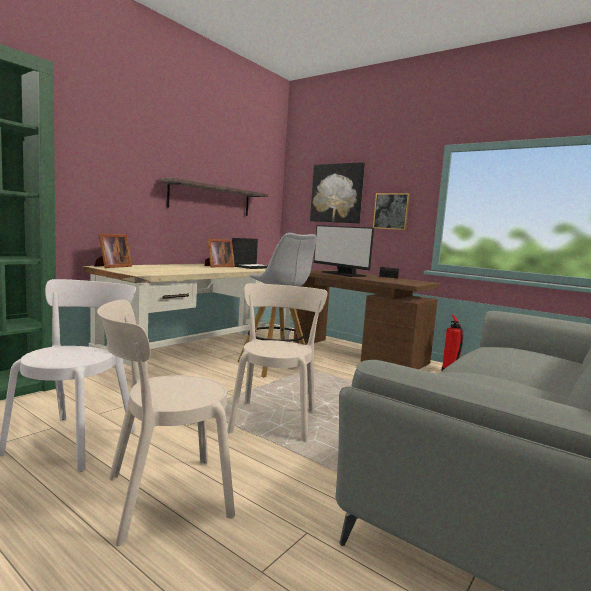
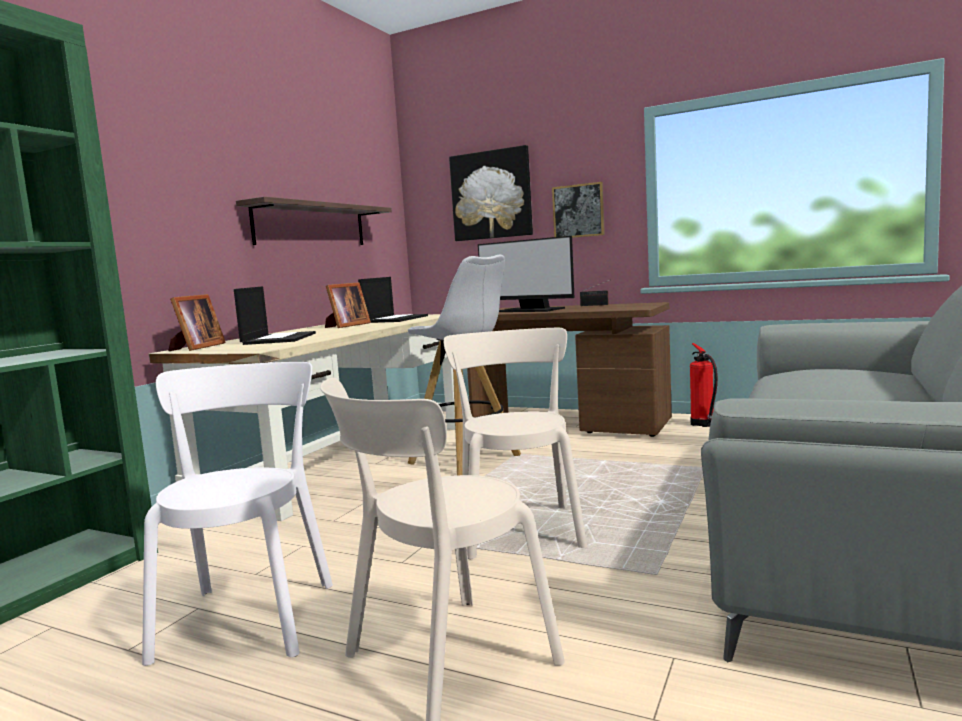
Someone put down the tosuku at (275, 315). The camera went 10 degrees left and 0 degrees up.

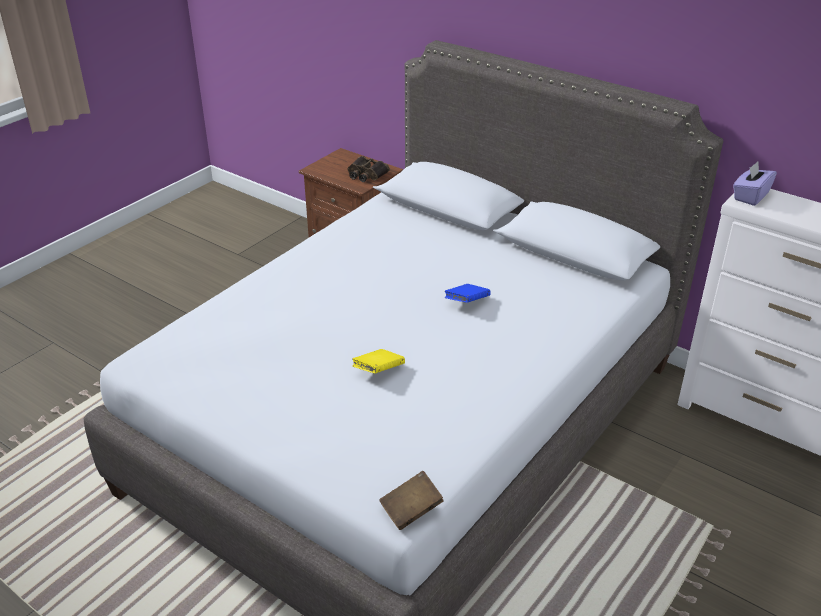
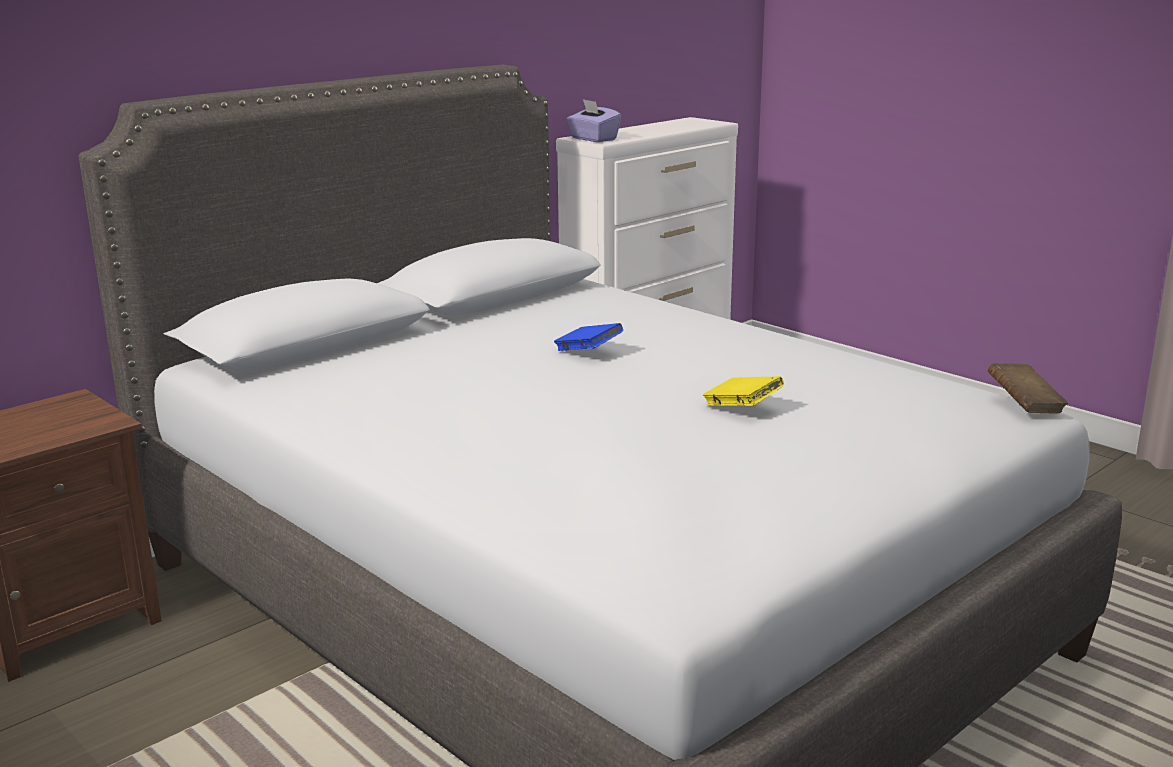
Someone took away the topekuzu at (369, 169). The camera went 80 degrees left and 15 degrees down.

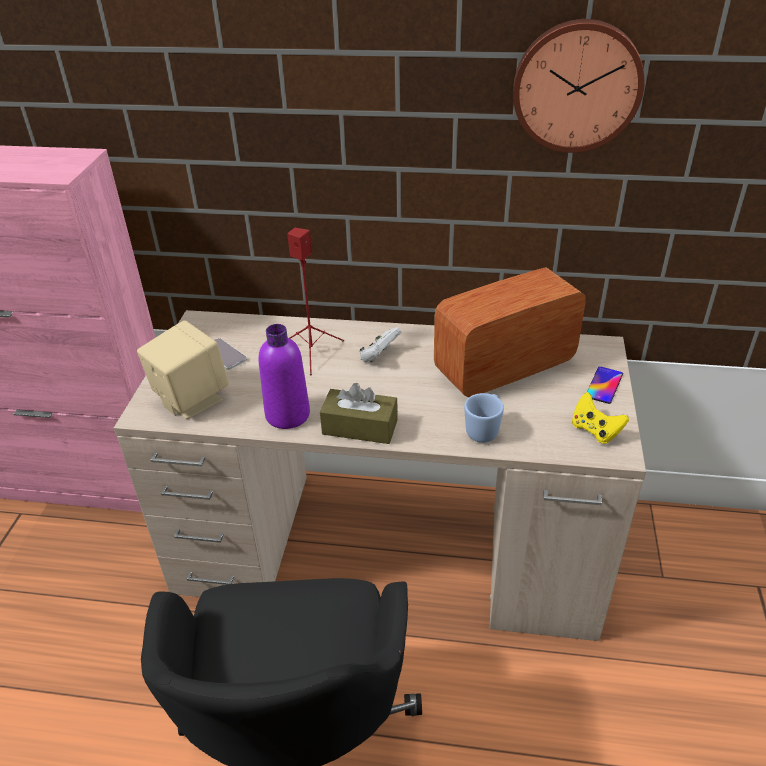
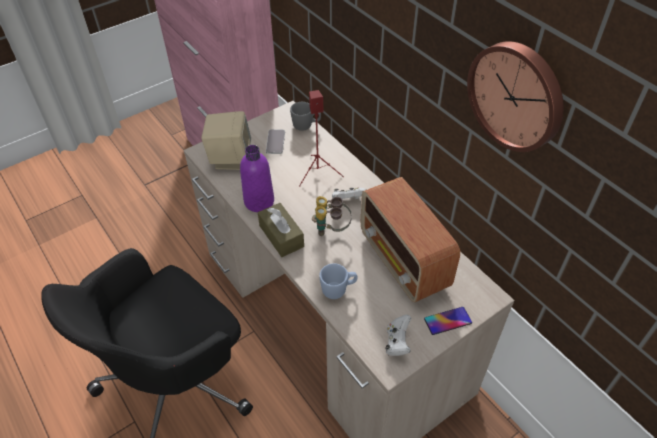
Someone rotated the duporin at (510, 332) by 135 degrees counterclockwise. Someone repainted the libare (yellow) at (600, 418), which became the libare (white) at (398, 335). Someone put down the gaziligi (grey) at (305, 116). Someone put down the topekuzu at (332, 216). The camera went 45 degrees right and 10 degrees up.

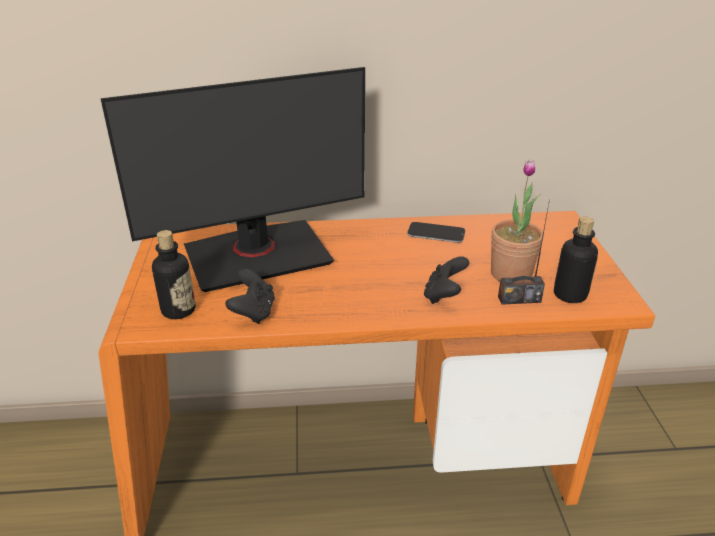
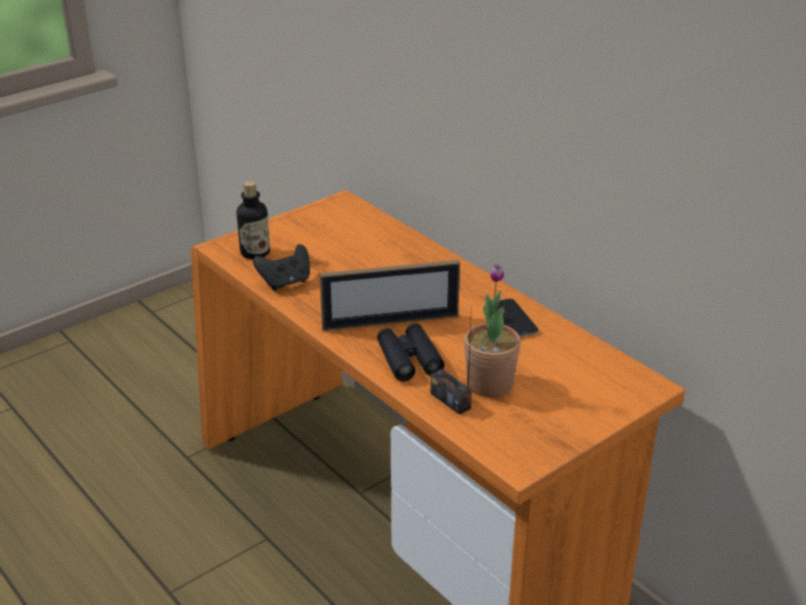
Someone took away the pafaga at (232, 179). Someone swapped the libare (black) at (446, 280) for the topekuzu (black) at (411, 352). Someone took away the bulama at (576, 260). Someone put down the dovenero at (389, 295). The camera went 55 degrees right and 0 degrees up.

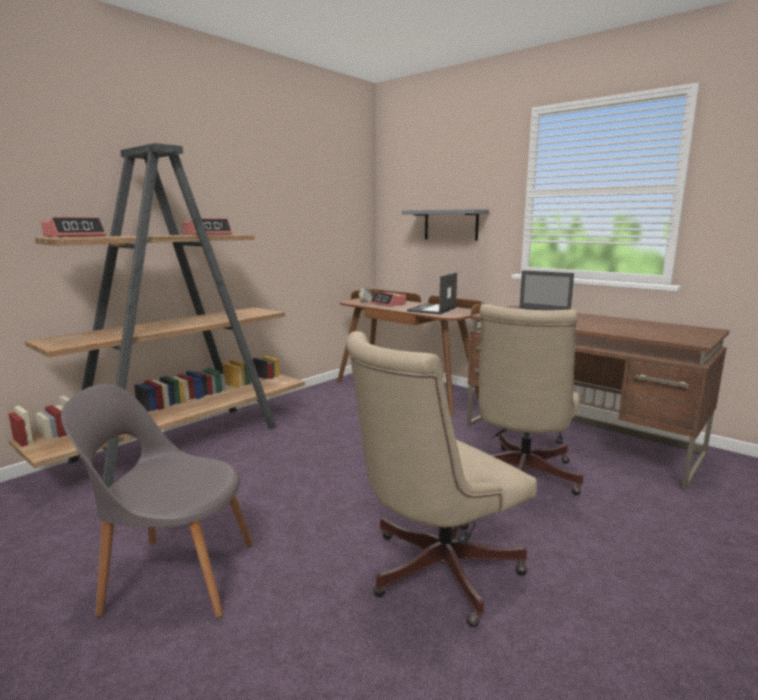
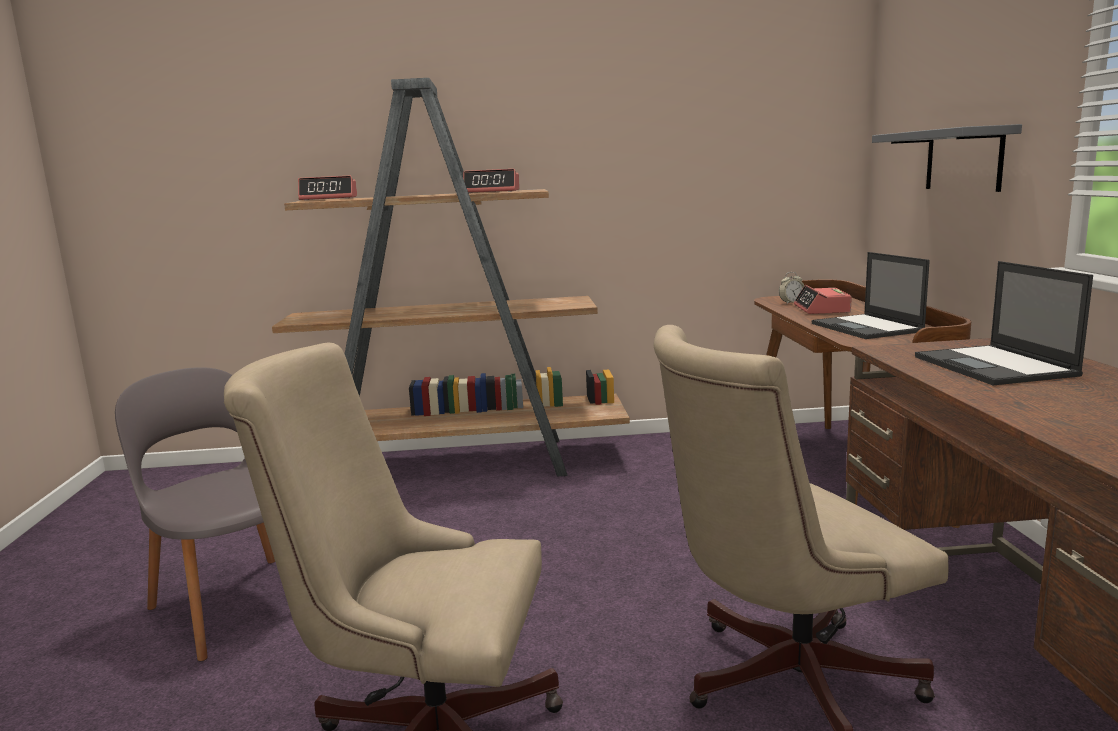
Someone rotated the tosuku at (432, 293) by 90 degrees counterclockwise. The camera went 45 degrees right and 0 degrees up.

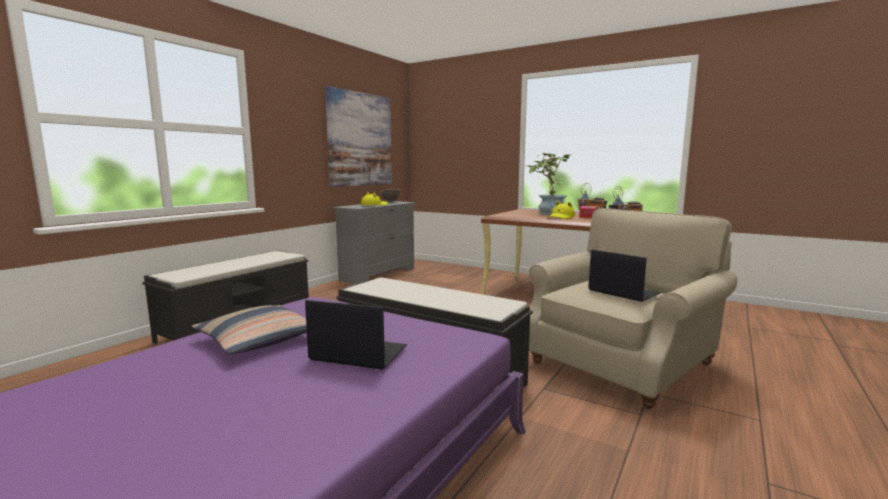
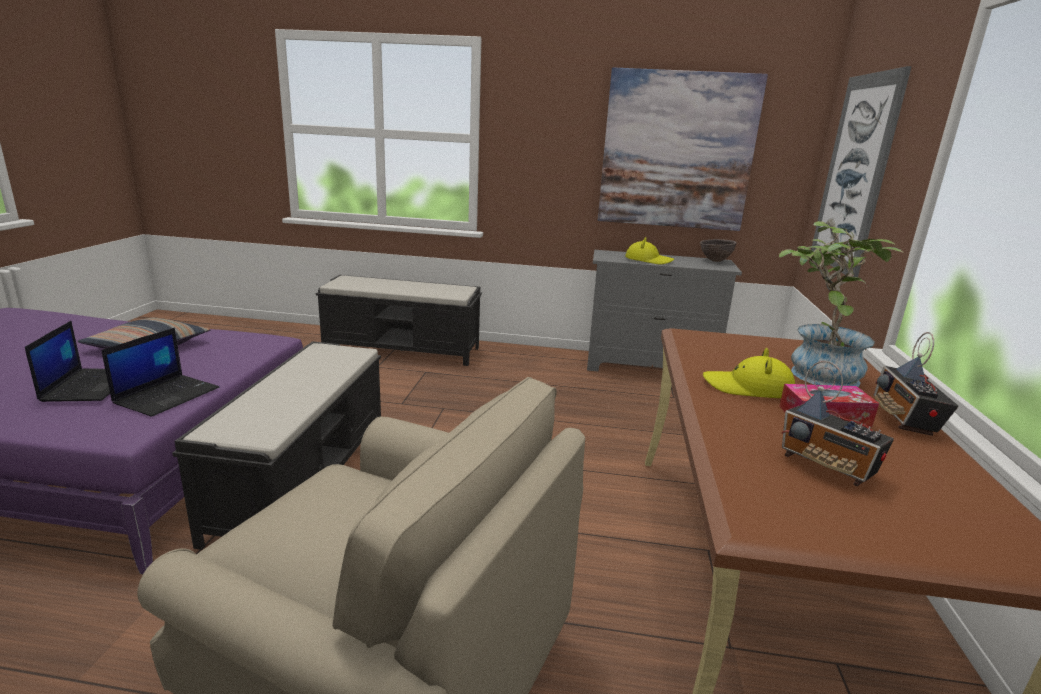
Someone carried the tosuku from (624, 275) to (160, 372). Someone put up the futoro at (861, 171). The camera went 65 degrees right and 10 degrees up.

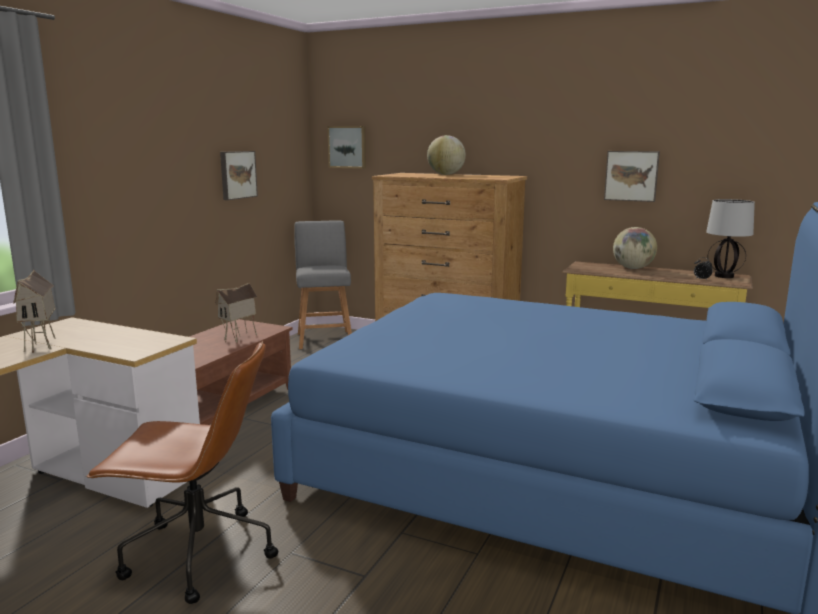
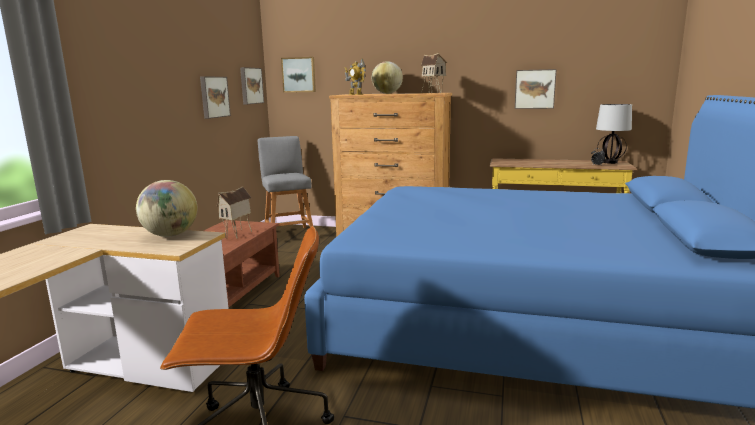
Someone carried the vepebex from (34, 311) to (434, 73). Someone carried the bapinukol from (635, 248) to (167, 208). Someone put up the futoro at (252, 85). Someone put down the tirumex at (355, 76). The camera went 10 degrees left and 0 degrees up.

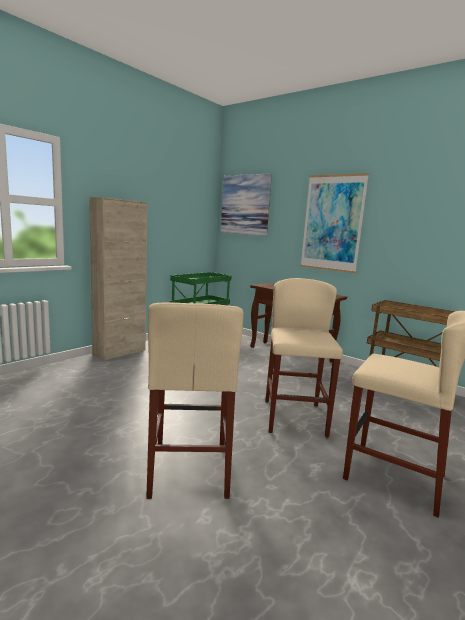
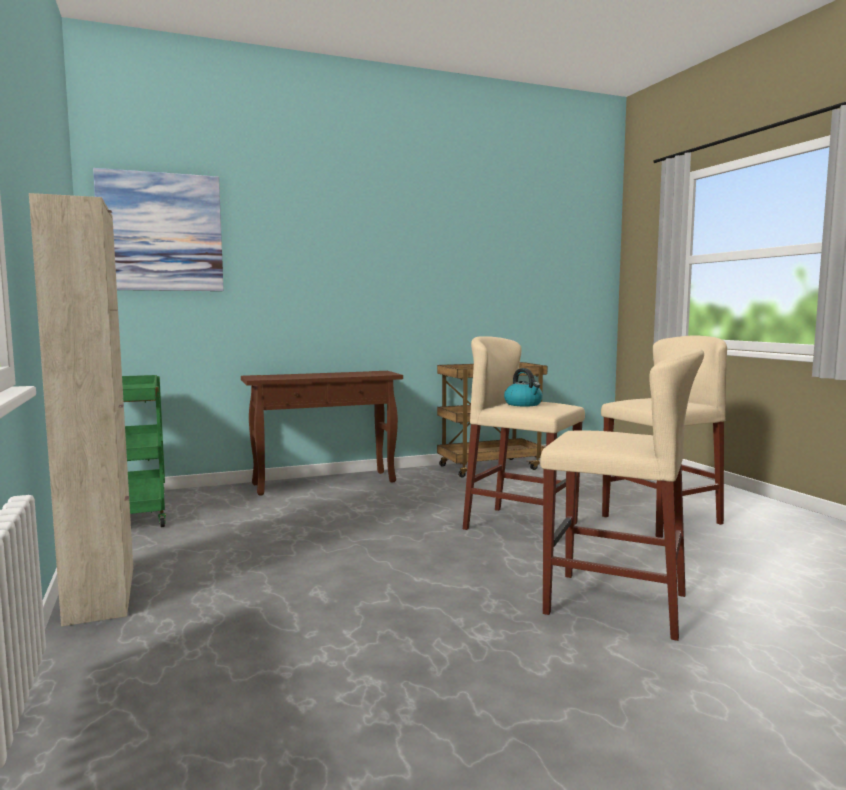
Someone took away the futoro at (334, 223). Someone put down the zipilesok at (523, 387). The camera went 60 degrees left and 5 degrees down.

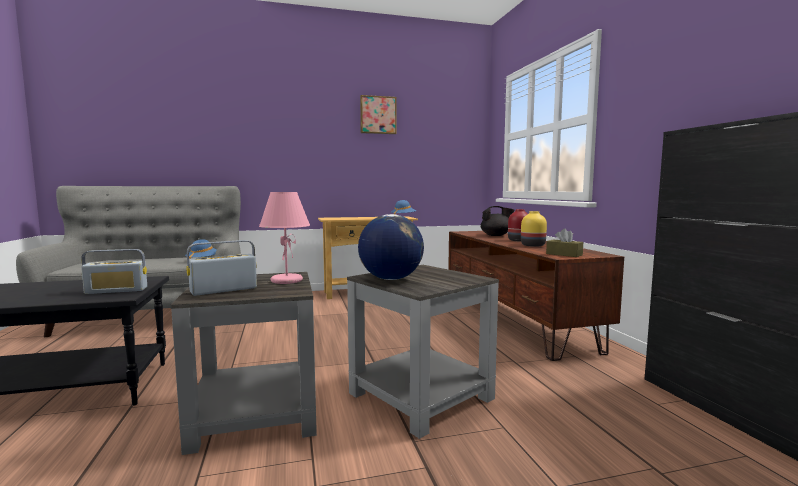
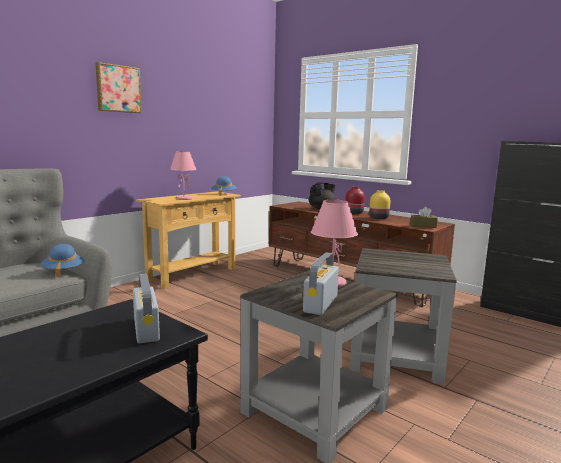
Someone rotated the duporin at (114, 271) by 60 degrees counterclockwise. Someone took away the bapinukol at (391, 247). Someone carried the futoro from (378, 114) to (118, 87). Someone put down the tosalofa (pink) at (183, 175). The camera went 35 degrees left and 5 degrees up.

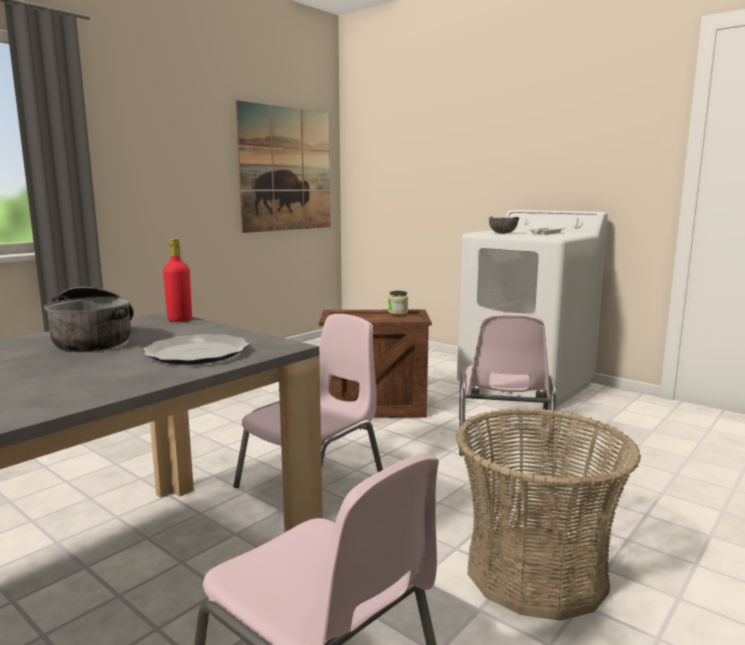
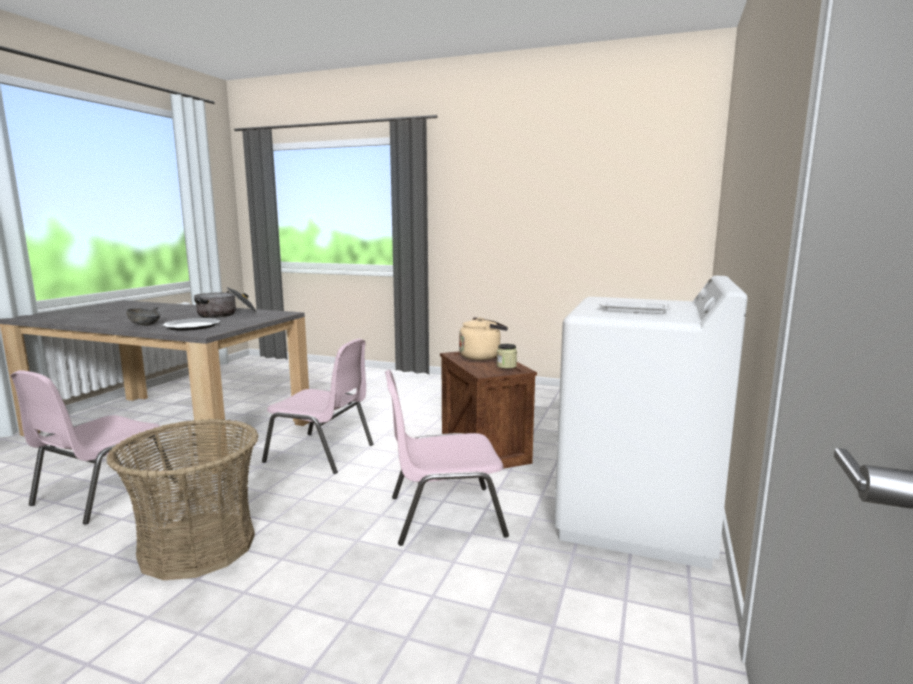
Someone took away the bulama (red) at (177, 280). Someone took away the futoro at (283, 166). Someone carried the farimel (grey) from (504, 225) to (143, 316). Someone put down the zipilesok (beige) at (483, 338). The camera went 70 degrees right and 0 degrees up.

